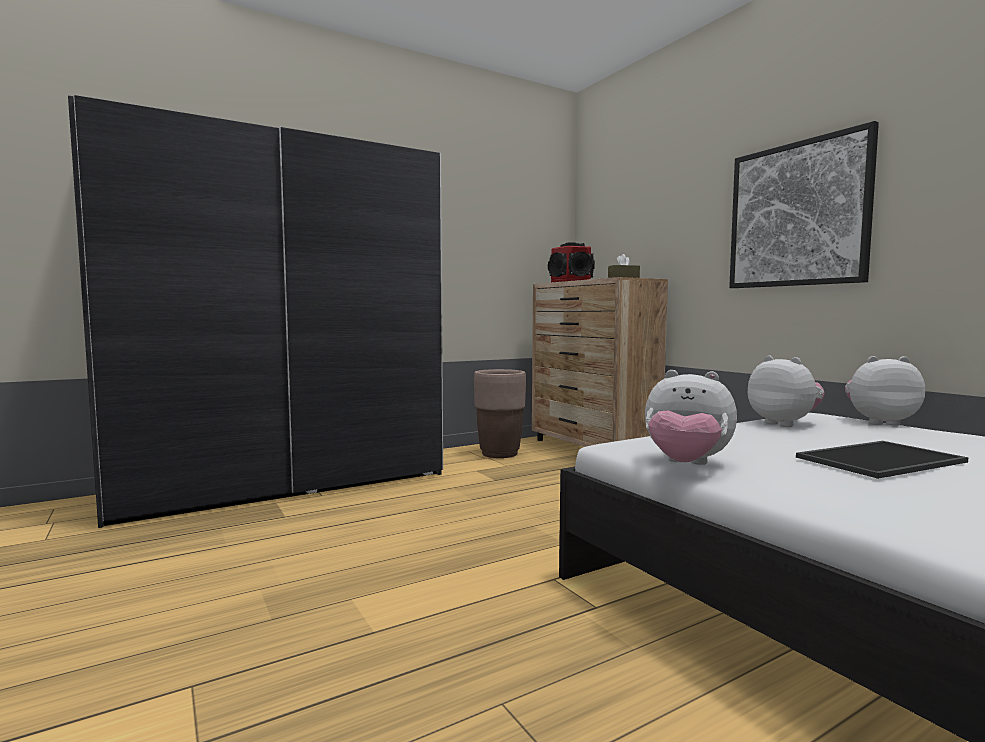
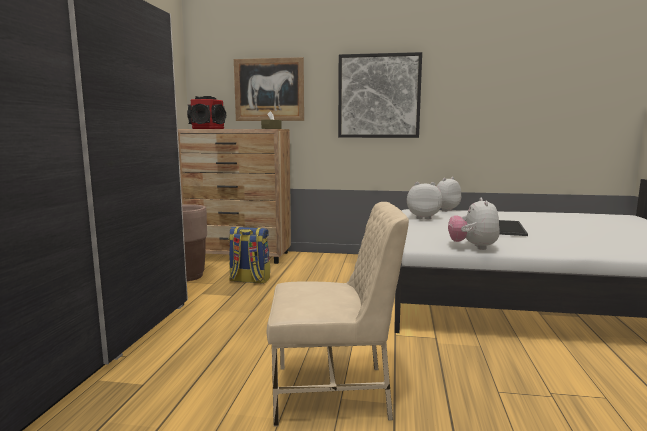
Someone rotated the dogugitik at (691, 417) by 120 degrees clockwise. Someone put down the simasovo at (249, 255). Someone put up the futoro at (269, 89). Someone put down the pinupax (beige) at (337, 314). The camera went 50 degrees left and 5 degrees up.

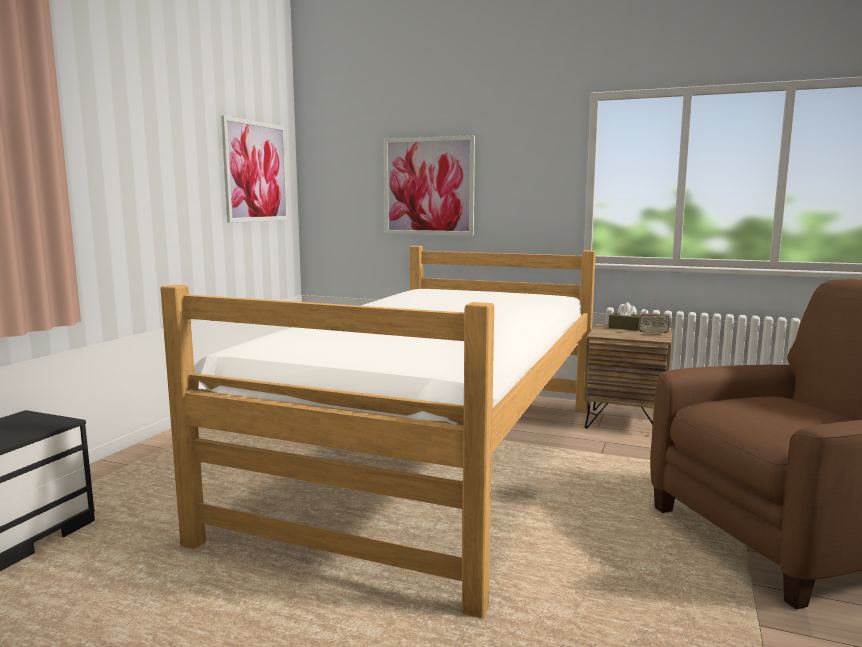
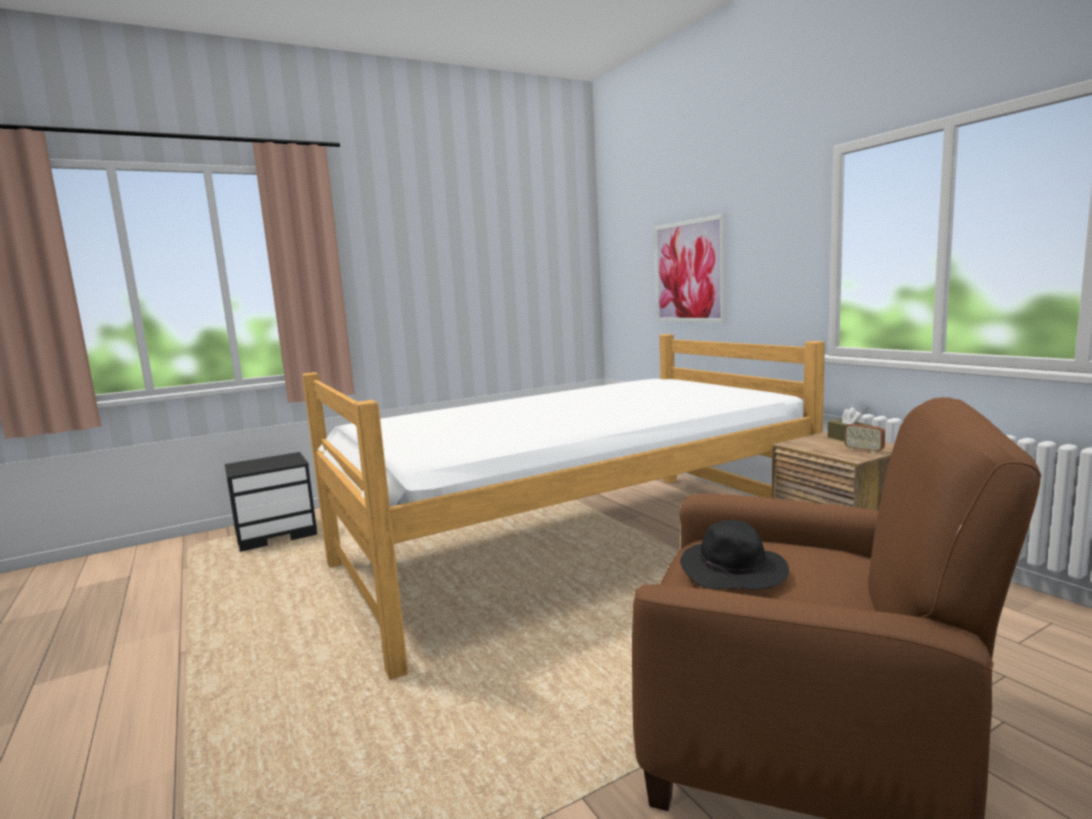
Someone took away the futoro at (254, 169). Someone put down the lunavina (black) at (734, 555). The camera went 40 degrees right and 0 degrees up.

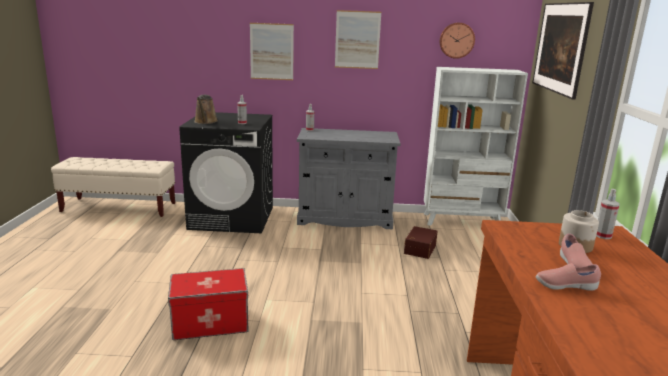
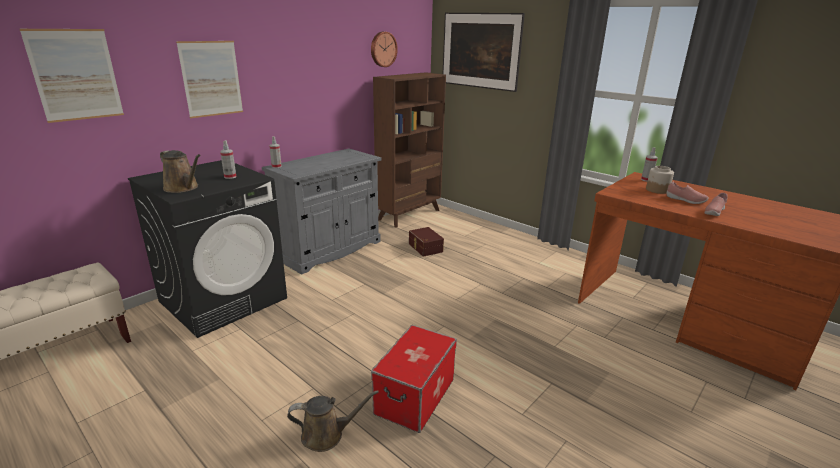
Someone carried the futoro from (358, 39) to (72, 76). Someone repainted the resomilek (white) at (476, 146), which became the resomilek (brown) at (409, 150). Someone put down the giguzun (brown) at (333, 421). The camera went 50 degrees left and 5 degrees up.

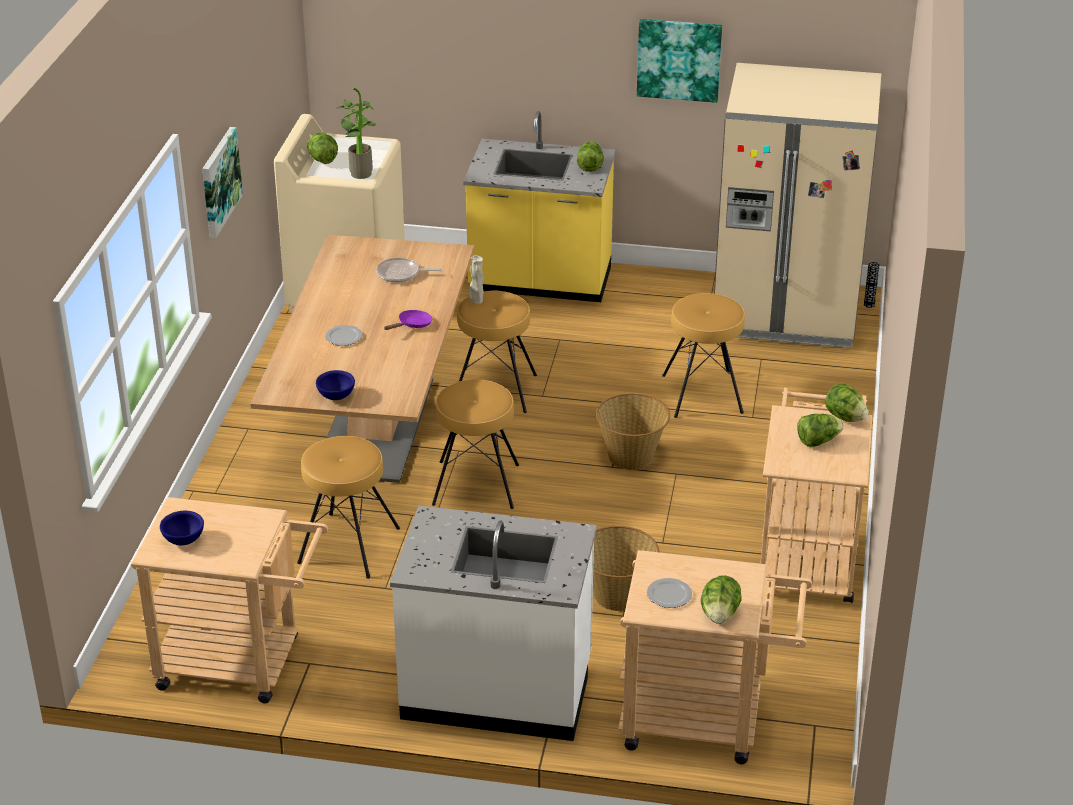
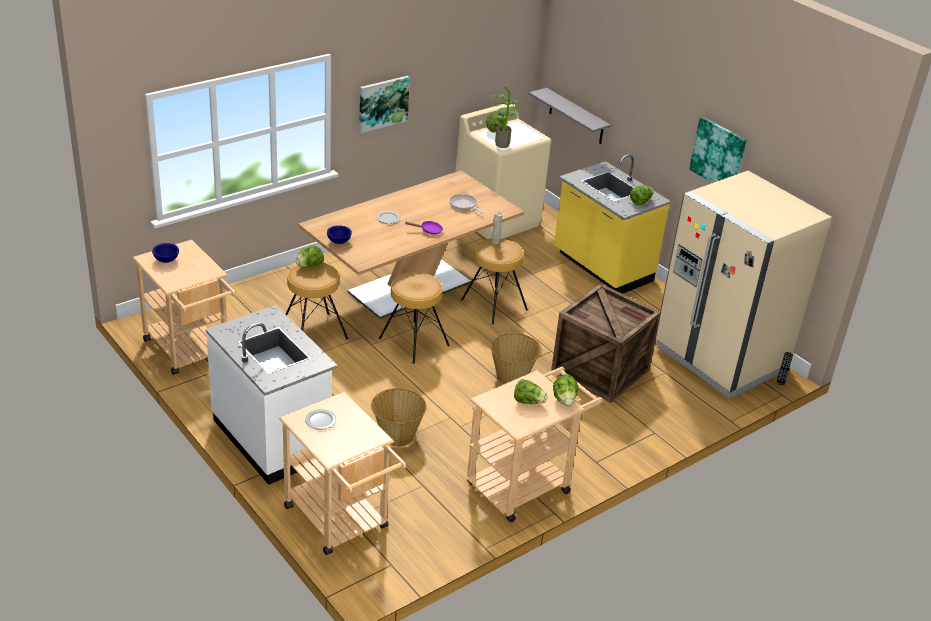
Someone swapped the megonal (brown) at (703, 355) for the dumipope at (606, 342). Someone carried the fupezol from (721, 599) to (310, 256). Someone put up the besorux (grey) at (570, 116). The camera went 40 degrees right and 0 degrees up.

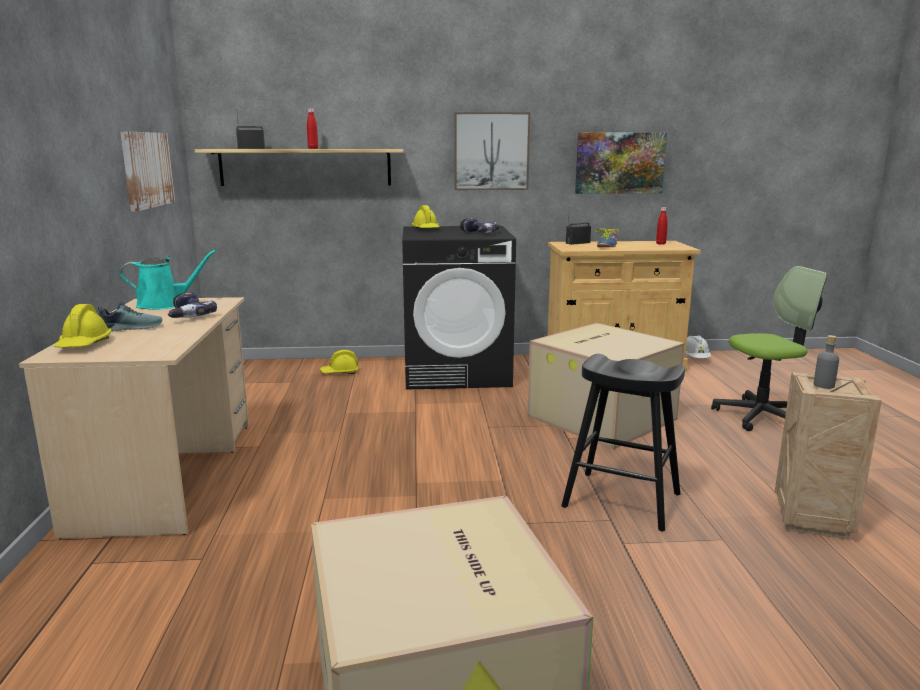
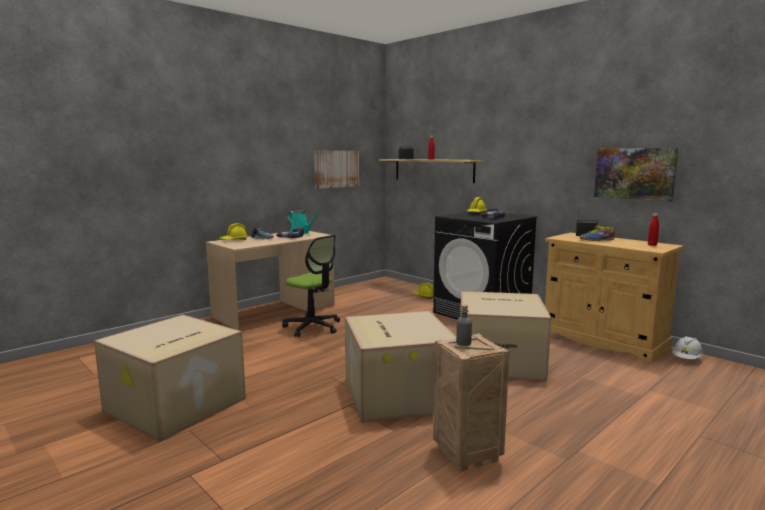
Someone took away the futoro at (492, 151). Someone swapped the megonal (black) at (623, 442) for the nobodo at (400, 367). Someone carried the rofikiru from (769, 348) to (311, 286). The camera went 50 degrees right and 5 degrees down.

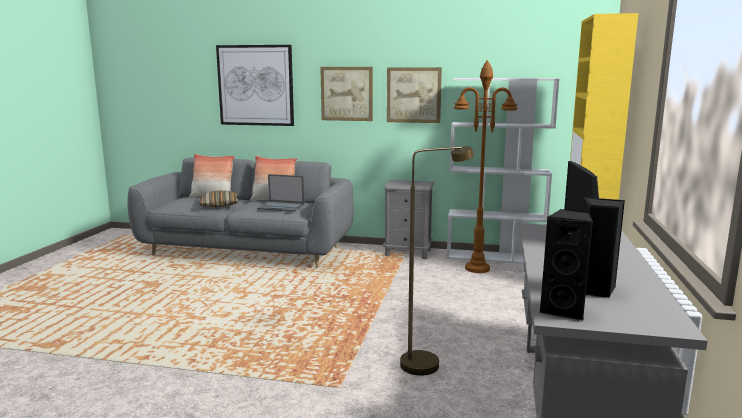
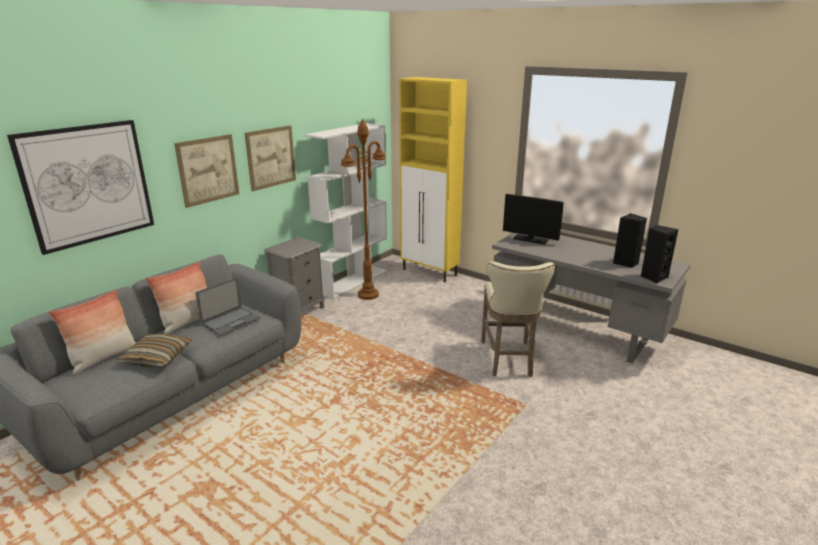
Someone swapped the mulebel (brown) at (437, 260) for the megonal (beige) at (518, 319). The camera went 65 degrees left and 10 degrees up.

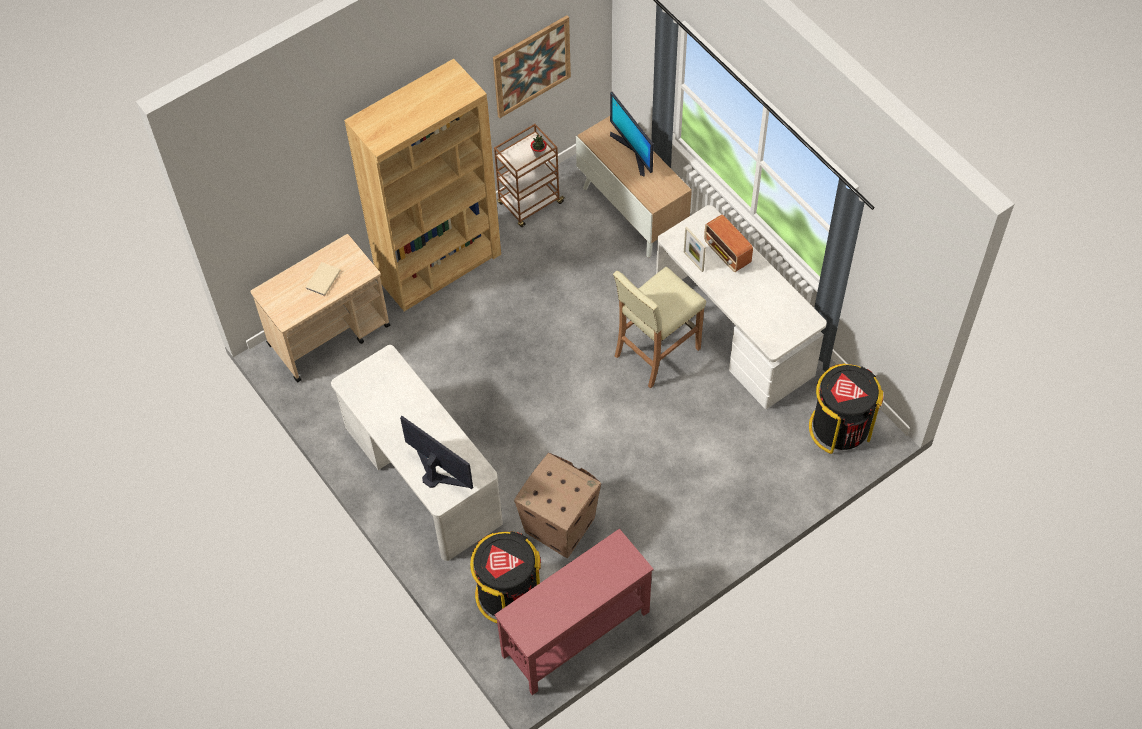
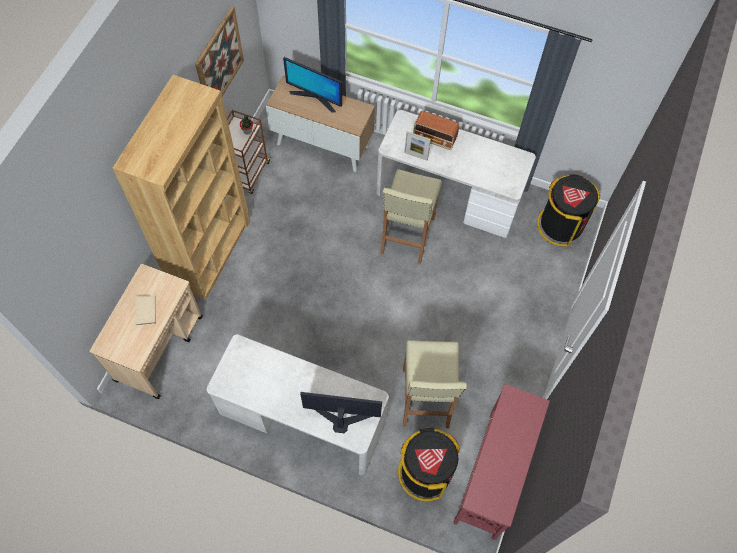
Someone swapped the nobodo at (557, 505) for the megonal (beige) at (435, 384). The camera went 35 degrees left and 5 degrees up.

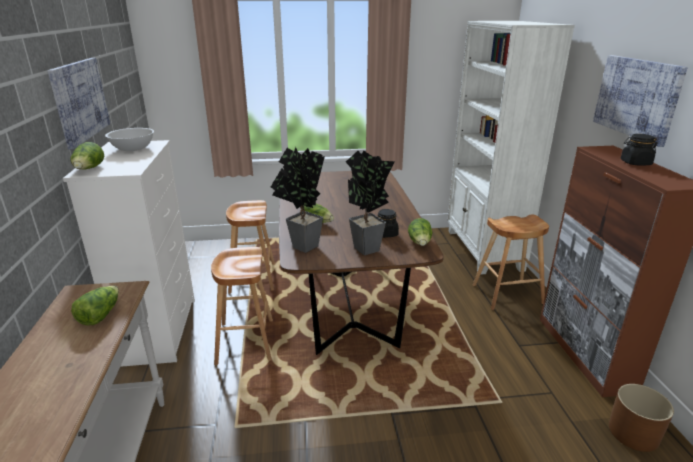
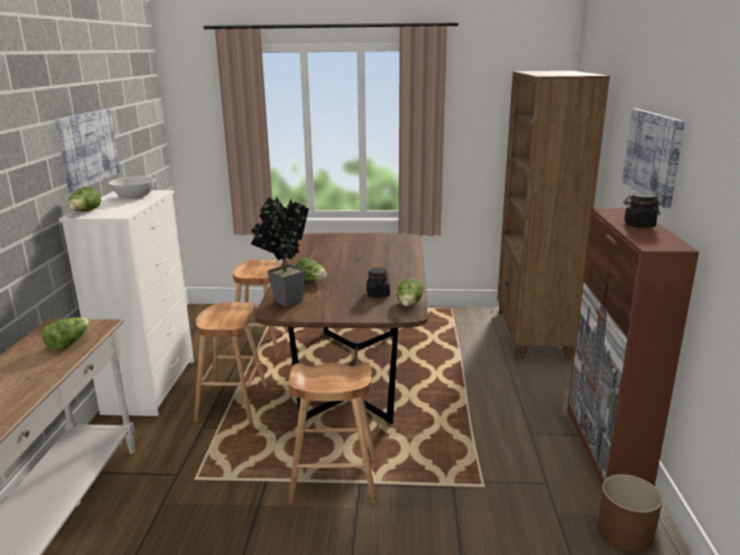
Someone took away the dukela at (370, 202). Someone repainted the resomilek (white) at (511, 147), which became the resomilek (brown) at (553, 215). Someone carried the megonal (brown) from (511, 262) to (332, 433). The camera went 10 degrees right and 5 degrees down.

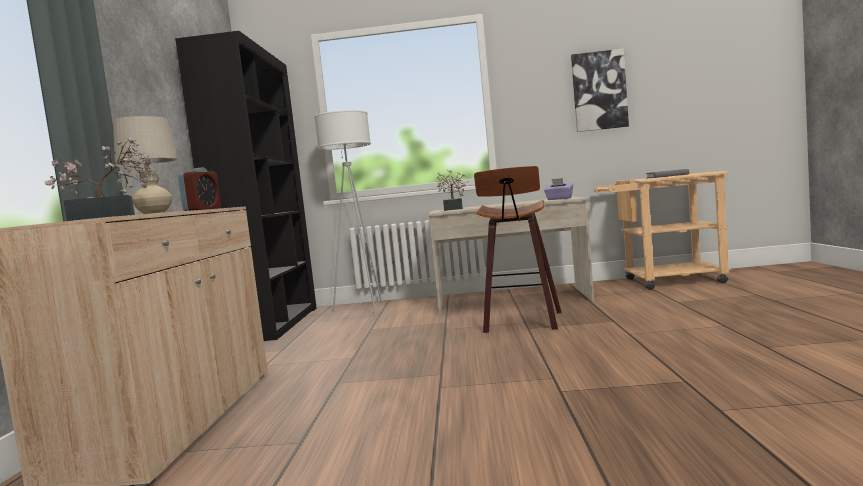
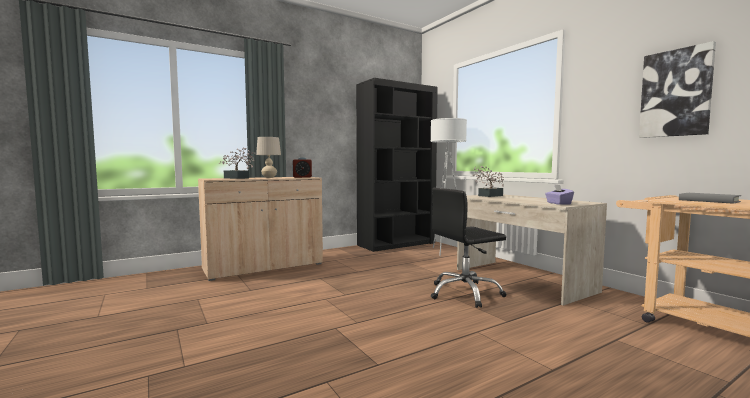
Someone swapped the megonal at (518, 249) for the rofikiru (black) at (469, 248). The camera went 55 degrees right and 0 degrees up.

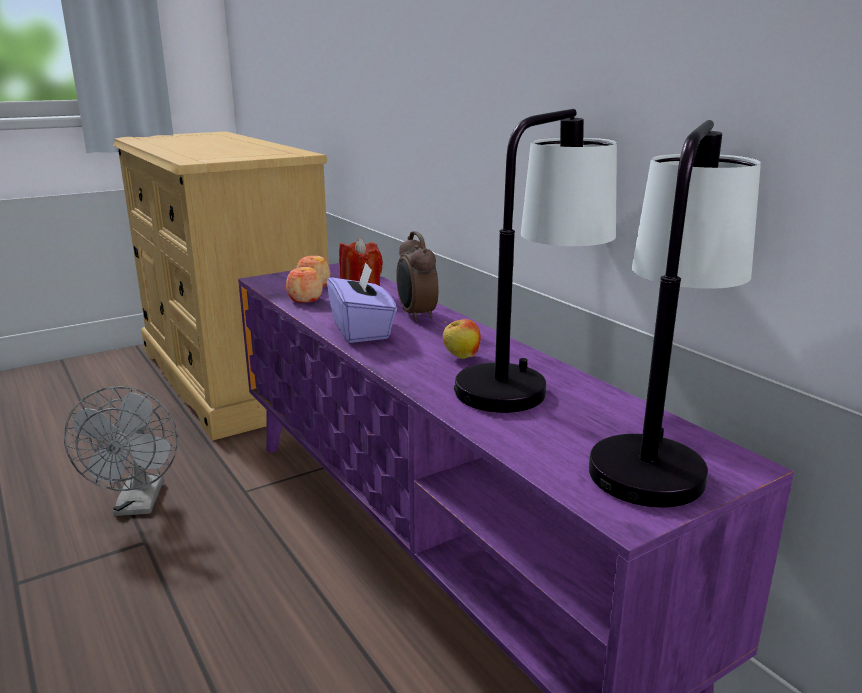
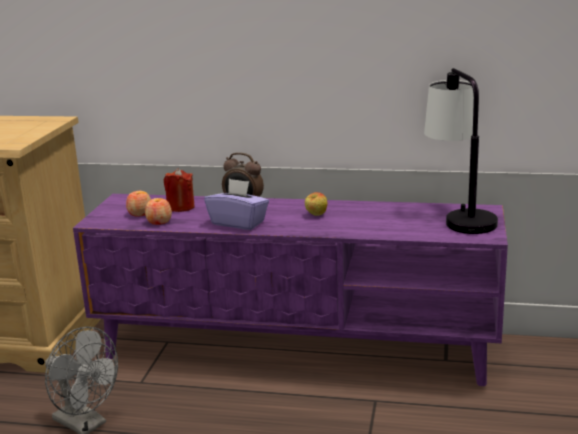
Someone took away the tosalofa at (535, 261). The camera went 45 degrees left and 0 degrees up.

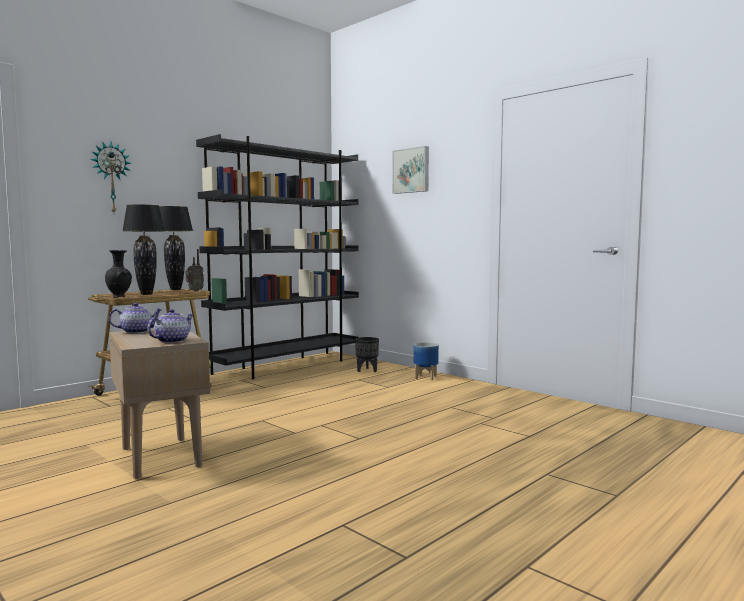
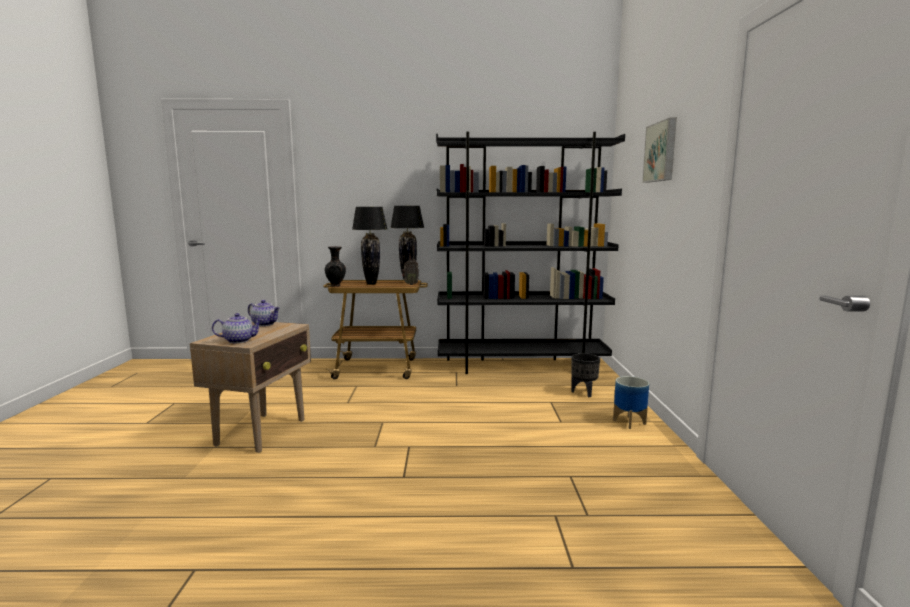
Someone took away the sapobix at (110, 177). The camera went 45 degrees right and 5 degrees up.

